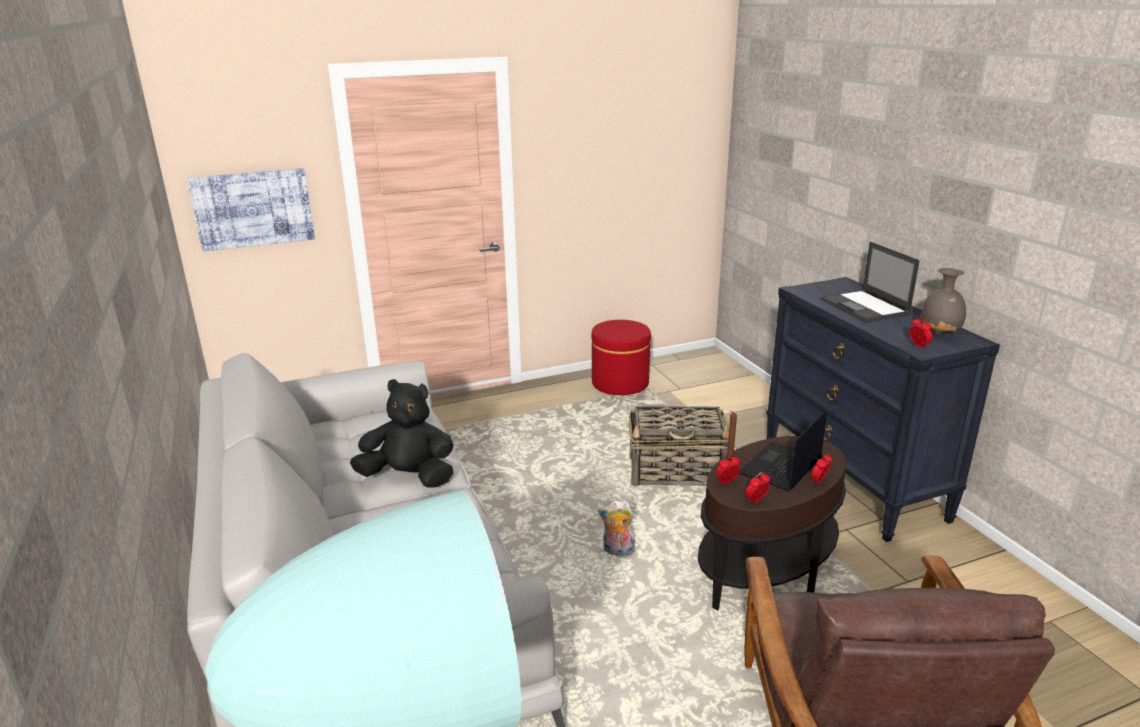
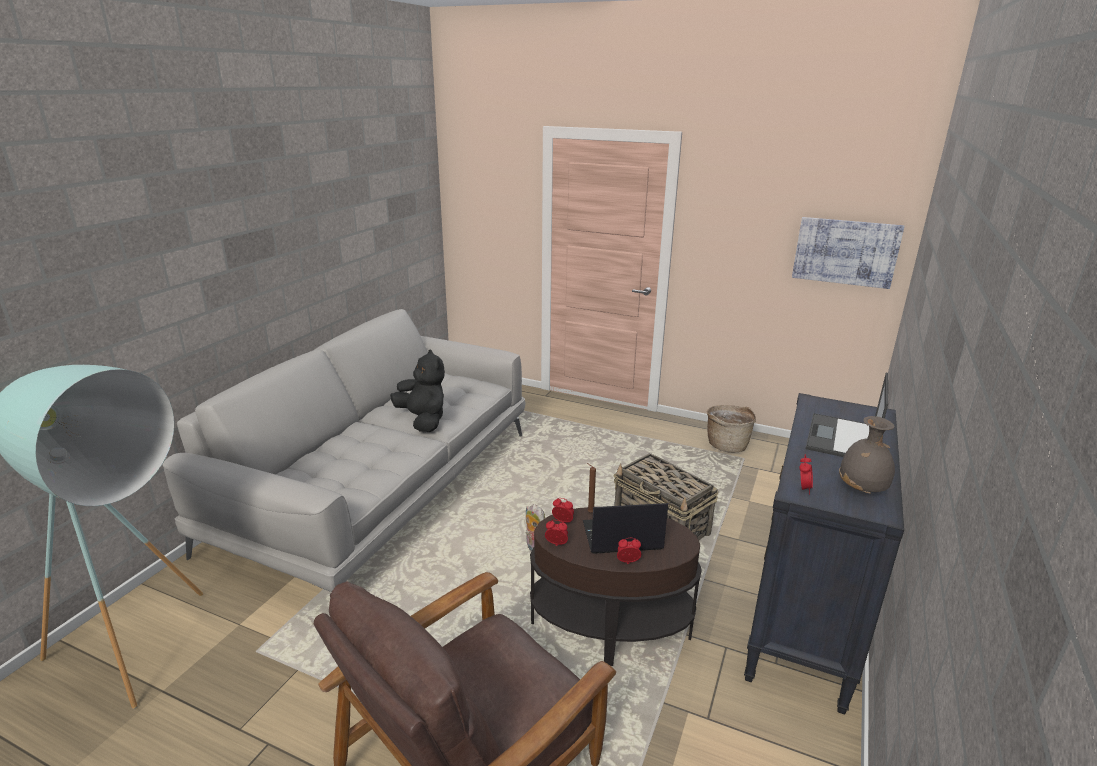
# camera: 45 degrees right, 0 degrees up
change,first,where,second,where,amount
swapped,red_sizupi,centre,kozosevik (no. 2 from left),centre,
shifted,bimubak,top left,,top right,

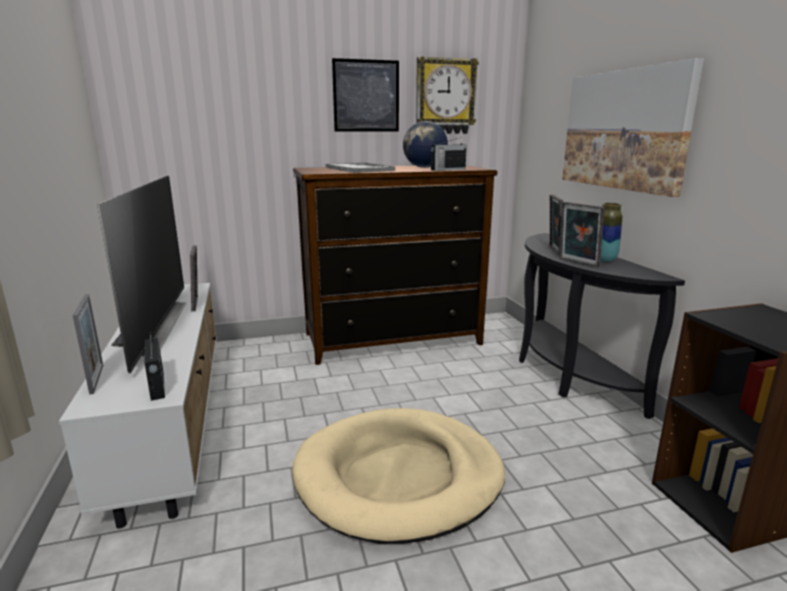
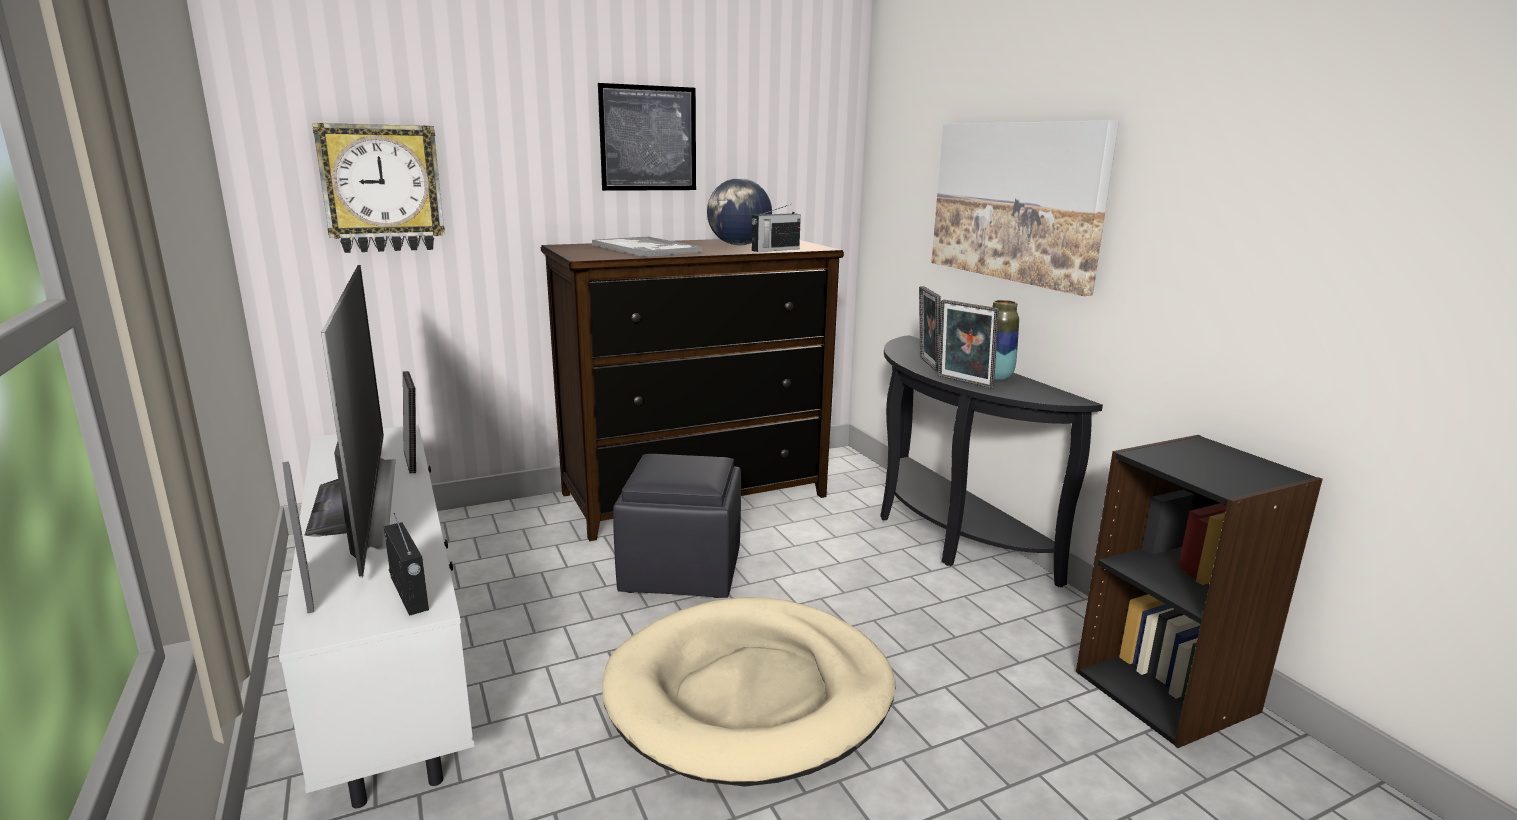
# camera: 10 degrees left, 0 degrees up
change,first,where,second,where,amount
shifted,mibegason,top centre,,top left,
new,,,black_sizupi,centre,

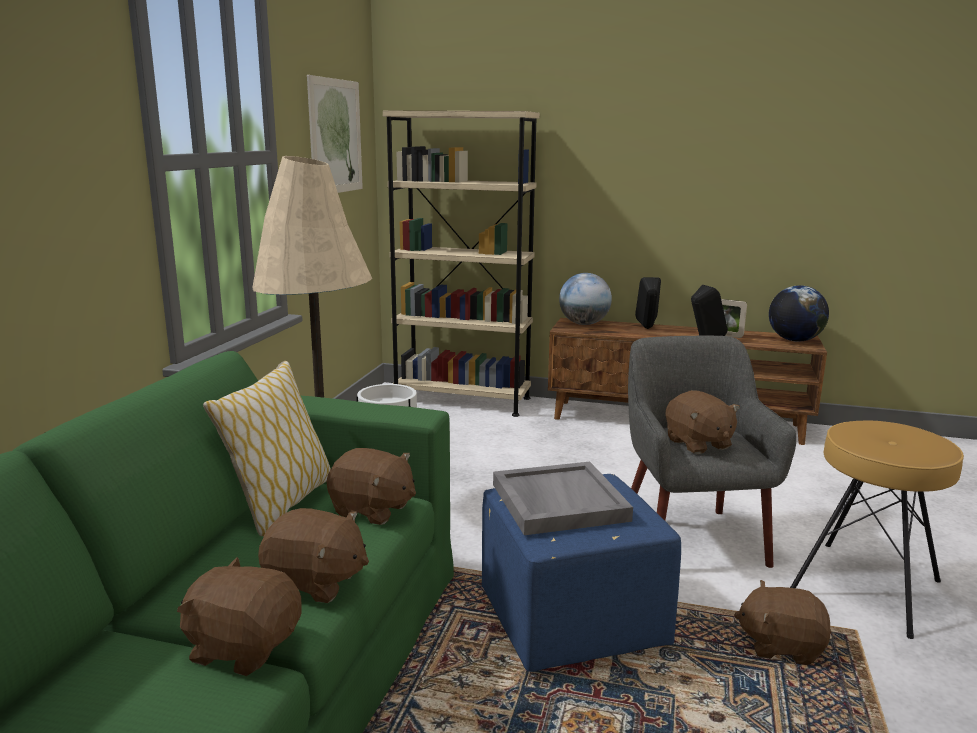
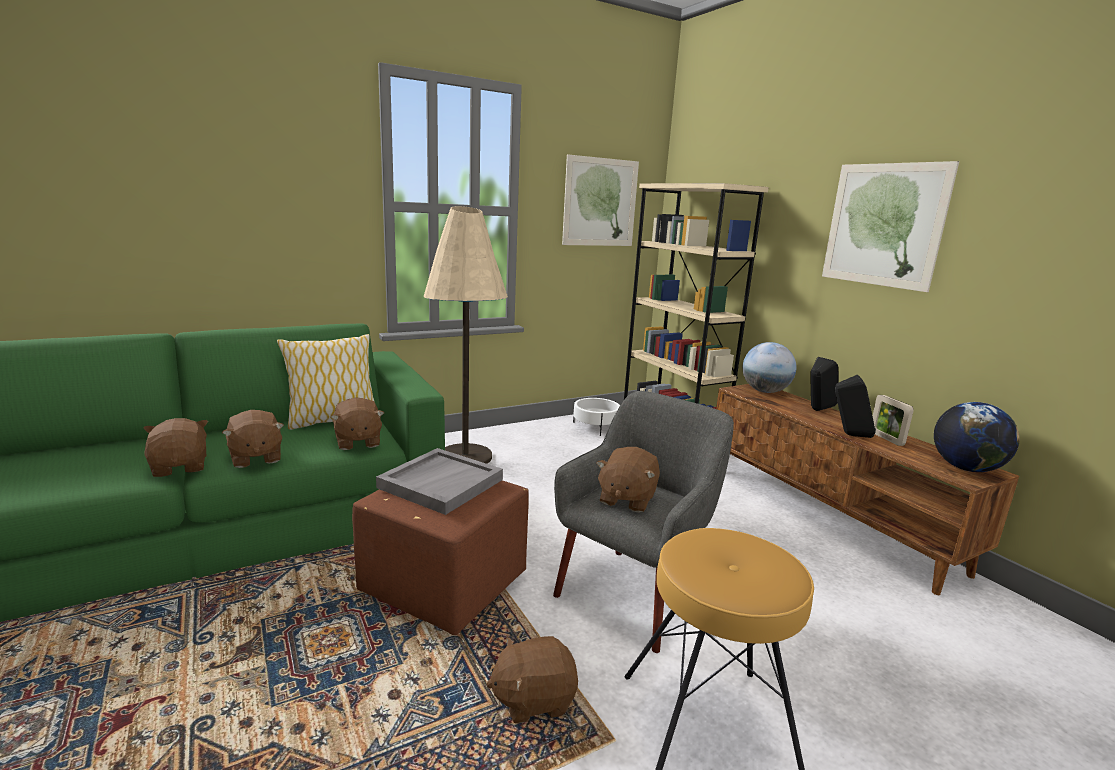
# camera: 45 degrees right, 0 degrees up
change,first,where,second,where,amount
repainted,blue_sizupi,bottom centre,brown_sizupi,bottom centre,
rotated,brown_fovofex (no. 5 from left in the first image),bottom right,brown_fovofex (no. 4 from left),bottom centre,75 degrees counterclockwise
new,,,bimubak (no. 2 from left),top right,

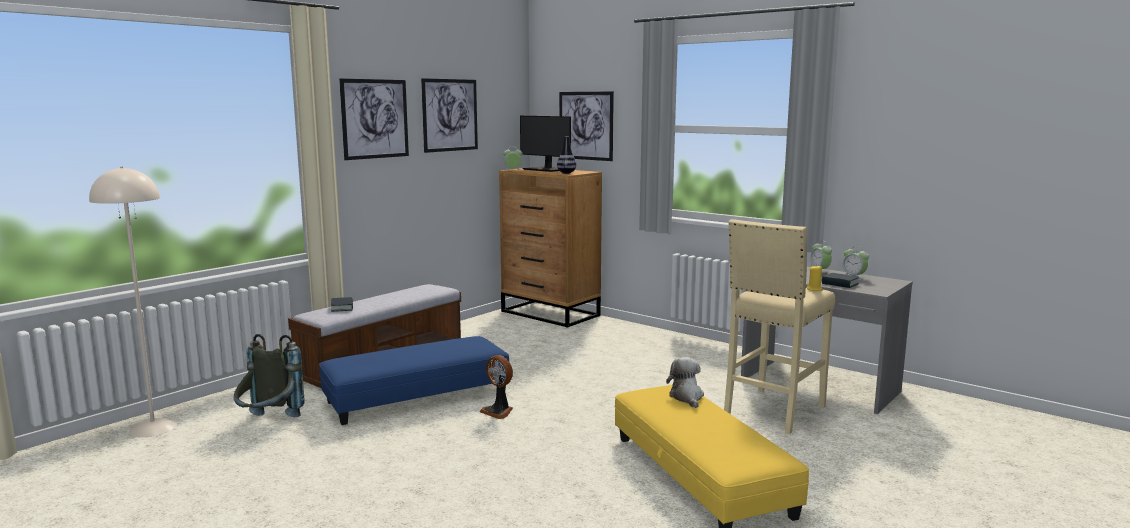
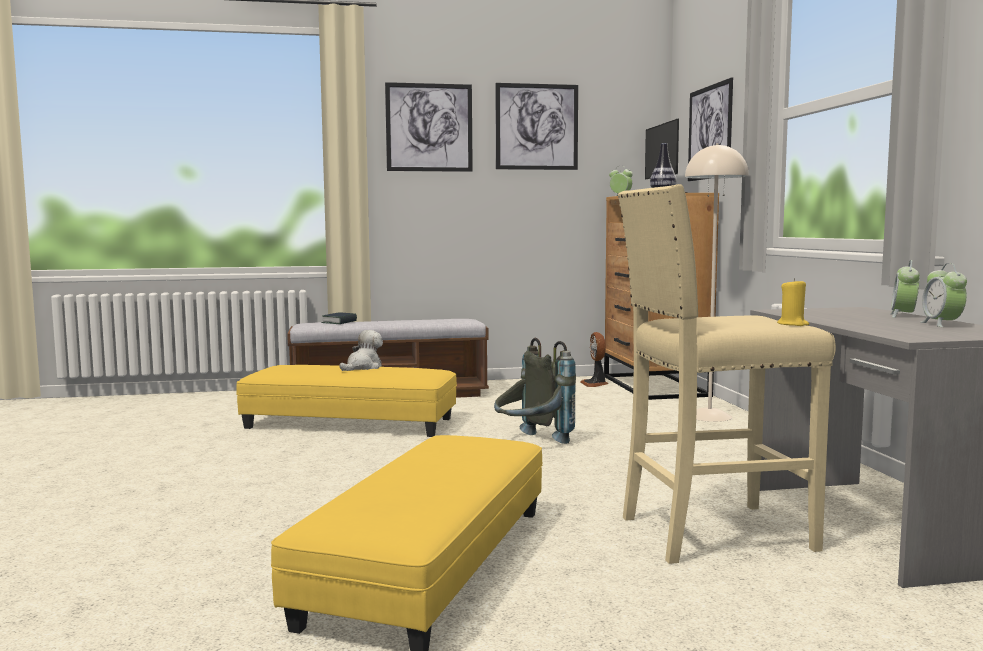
# camera: 40 degrees right, 5 degrees down
change,first,where,second,where,amount
repainted,blue_sizupi,bottom centre,yellow_sizupi (no. 1 from left),centre,
shifted,fovofex,bottom centre,,centre,
shifted,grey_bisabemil,bottom left,,centre,
shifted,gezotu,bottom centre,,centre,
shifted,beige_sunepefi,middle left,,middle right,
gone,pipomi (no. 2 from left),middle right,,,

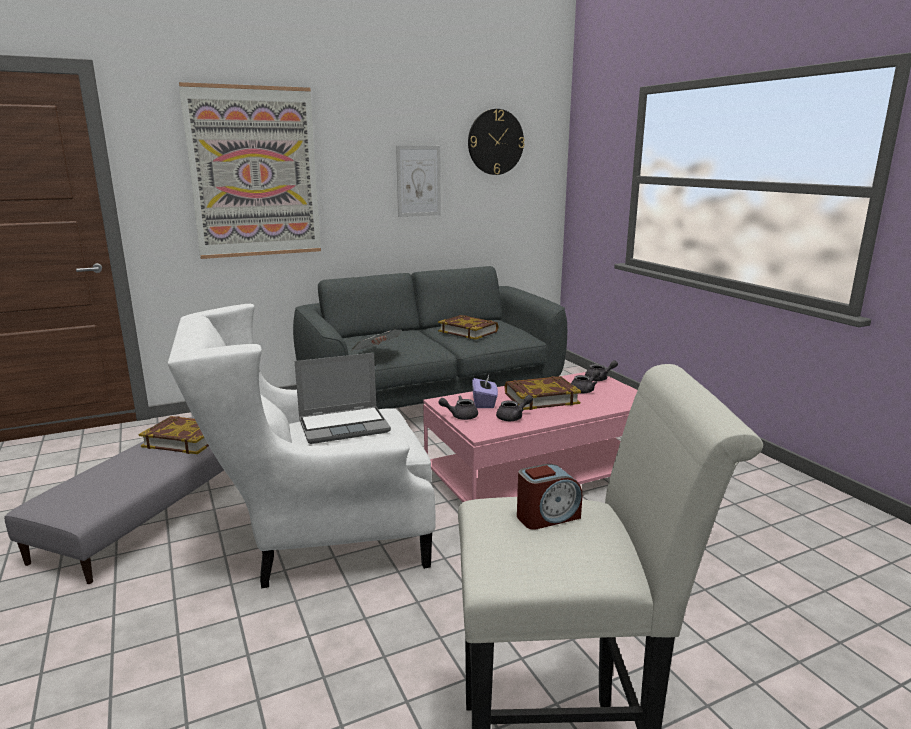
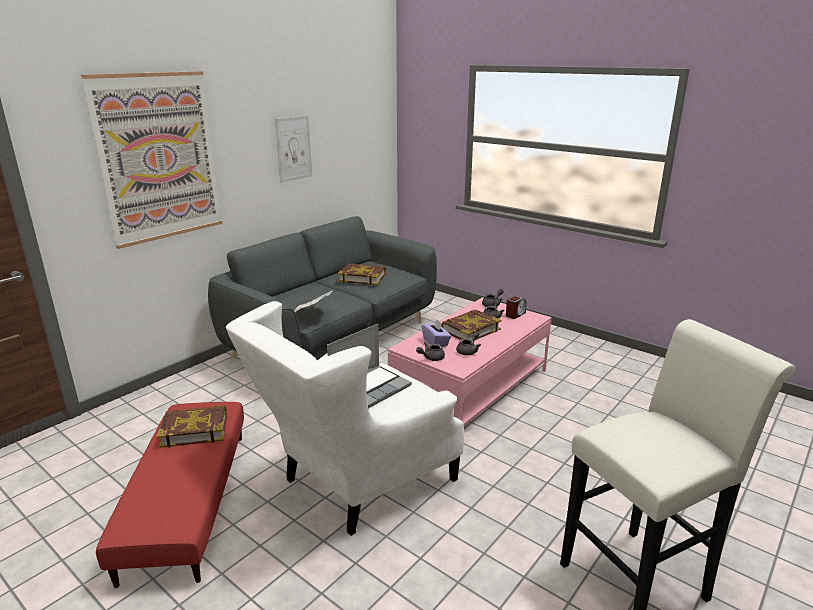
# camera: 25 degrees left, 5 degrees up
change,first,where,second,where,amount
repainted,grey_sizupi,bottom left,red_sizupi,bottom left,
shifted,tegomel,bottom centre,,centre,
gone,mibegason,top centre,,,

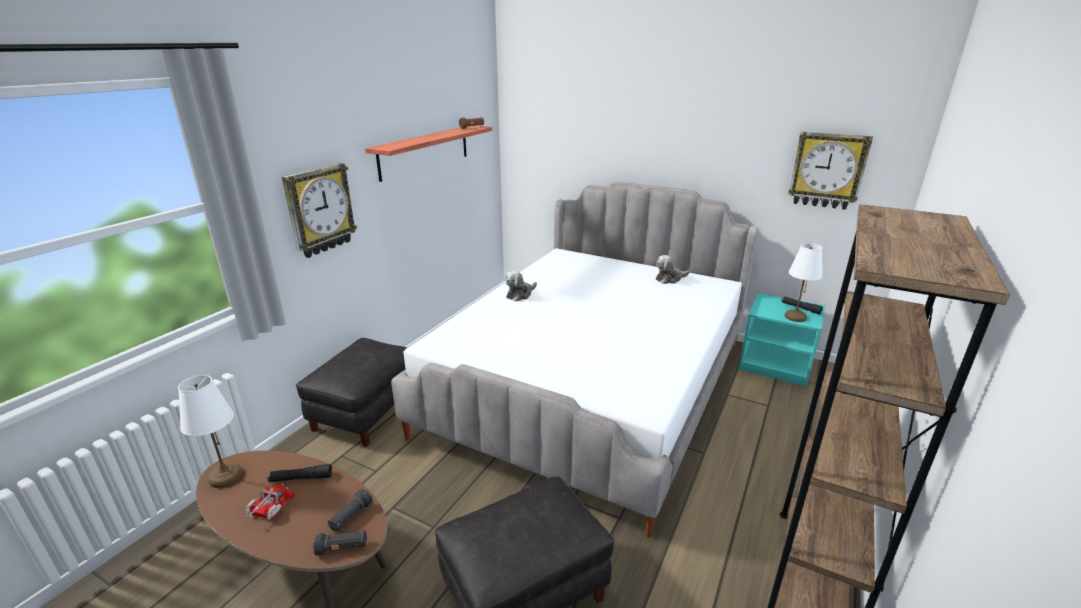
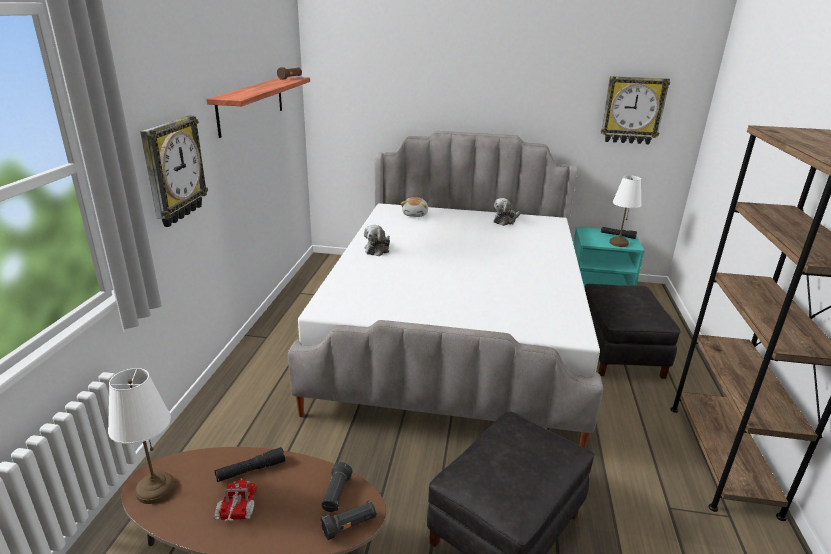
# camera: 20 degrees left, 0 degrees up
change,first,where,second,where,amount
new,,,fovofex (no. 2 from left),centre,
shifted,black_sizupi (no. 1 from left in the first image),middle left,black_sizupi (no. 2 from left),middle right,

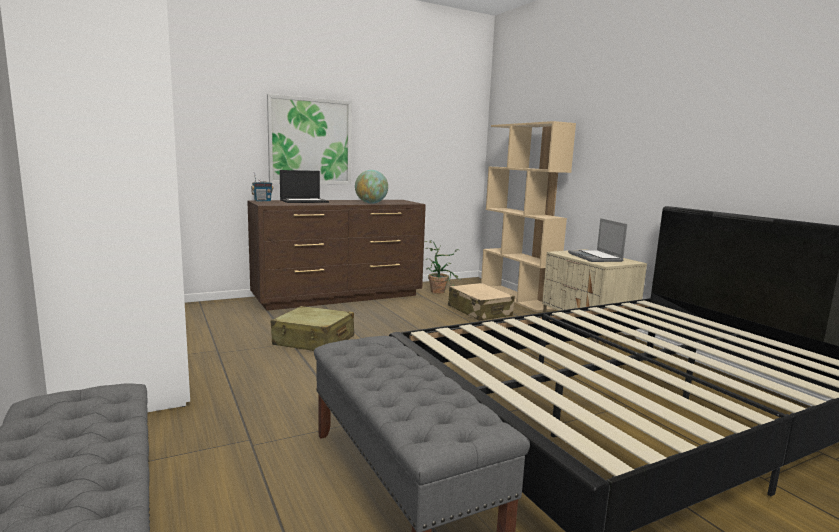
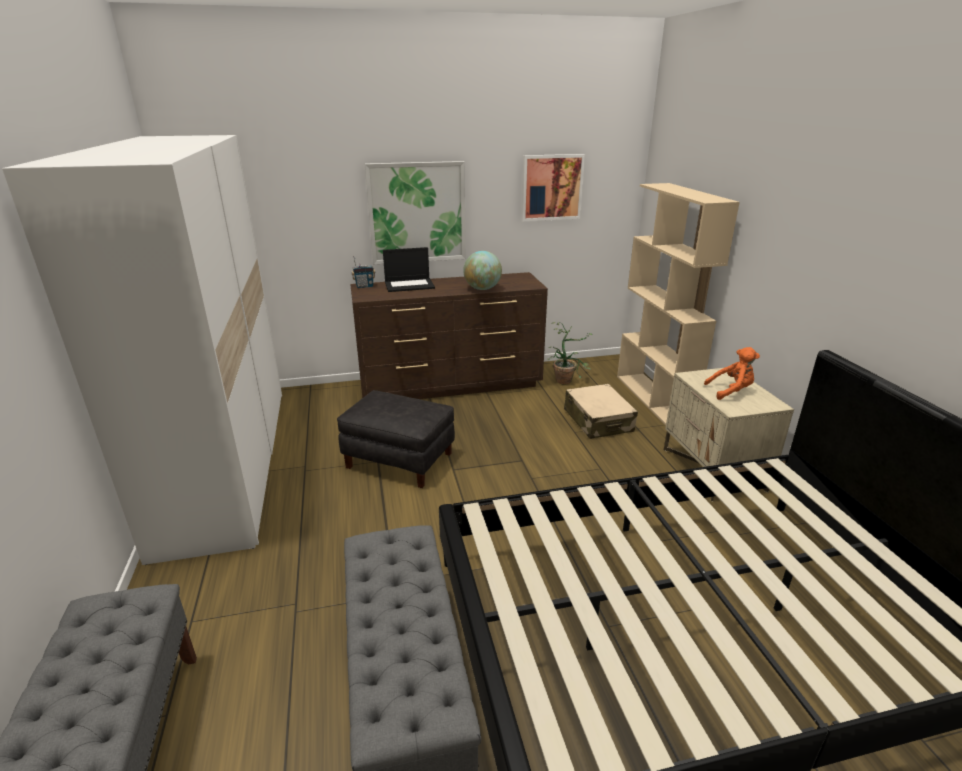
# camera: 15 degrees right, 15 degrees up
change,first,where,second,where,amount
swapped,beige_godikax (no. 1 from left),centre,black_sizupi,centre,
new,,,bimubak (no. 2 from left),top centre,
swapped,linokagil (no. 2 from left),middle right,orange_fovofex,middle right,

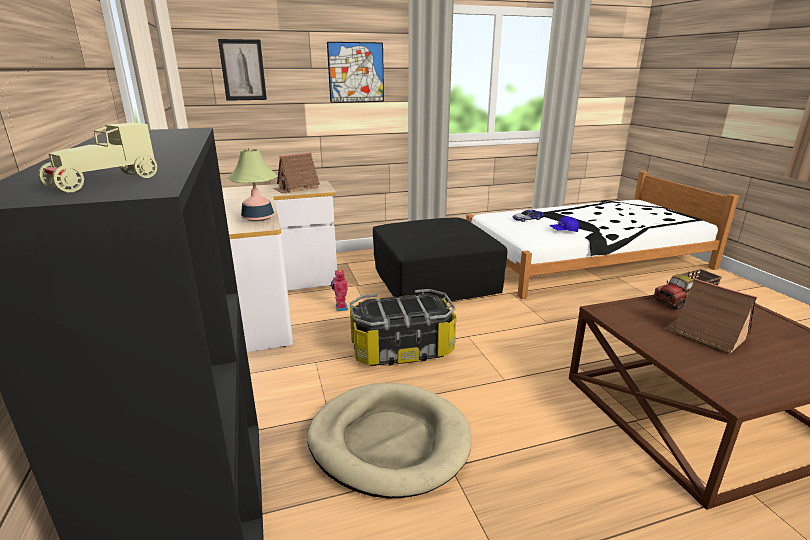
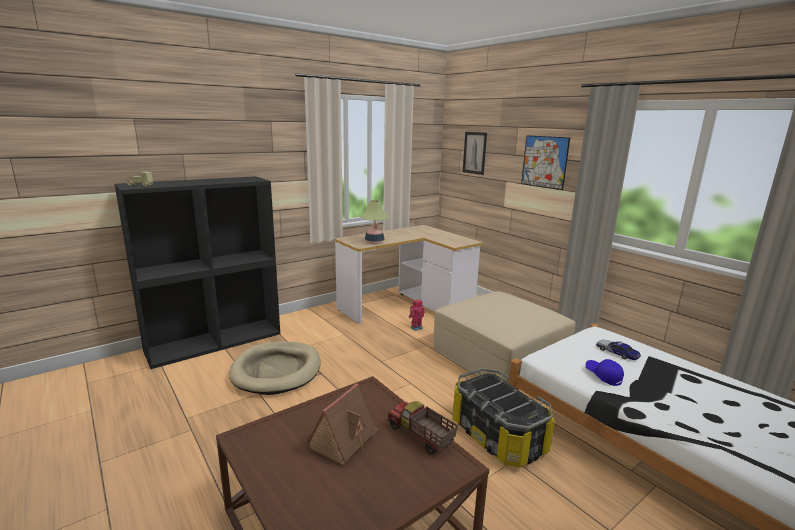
# camera: 70 degrees right, 5 degrees down
change,first,where,second,where,amount
repainted,black_sizupi,centre,beige_sizupi,centre,
shifted,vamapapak,centre,,bottom centre,
gone,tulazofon (no. 1 from left),top centre,,,

